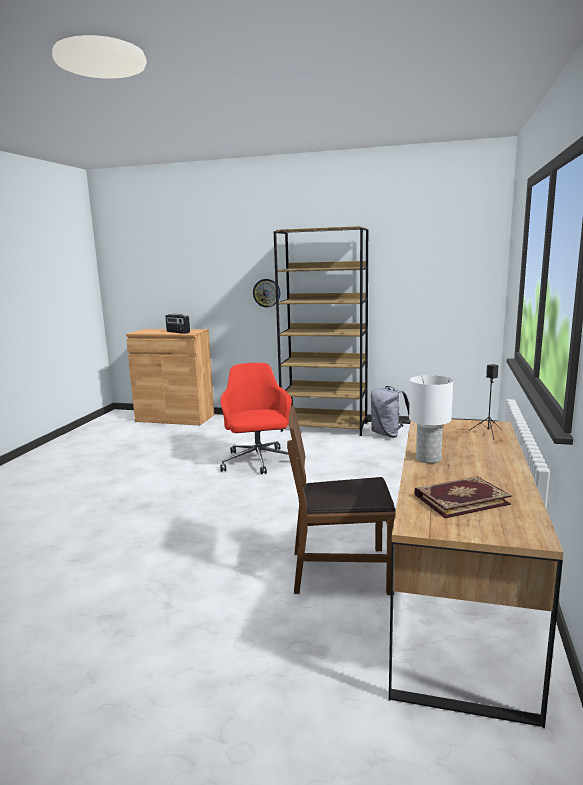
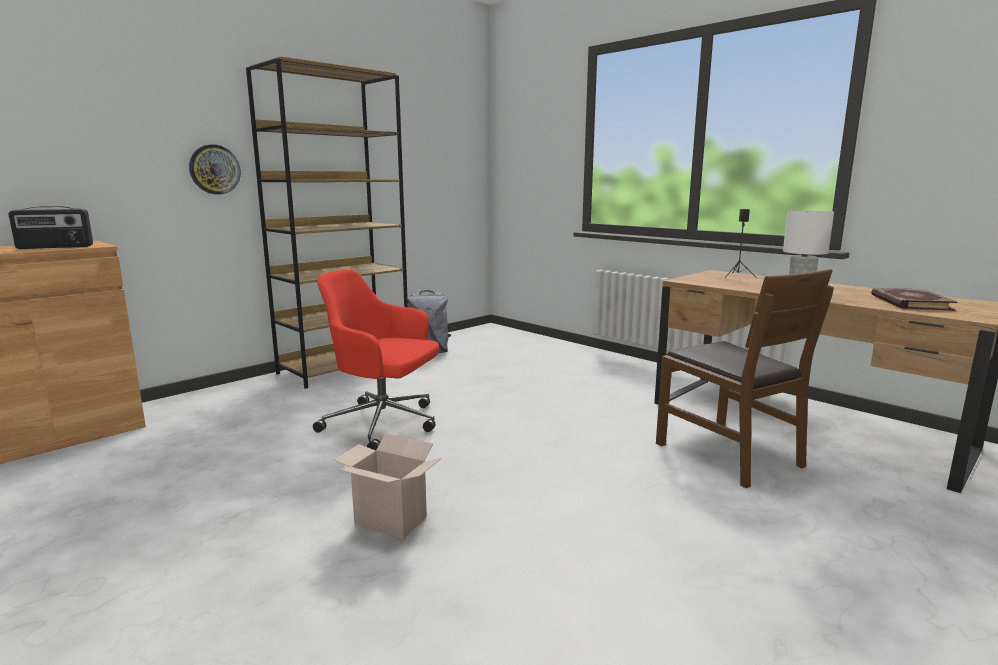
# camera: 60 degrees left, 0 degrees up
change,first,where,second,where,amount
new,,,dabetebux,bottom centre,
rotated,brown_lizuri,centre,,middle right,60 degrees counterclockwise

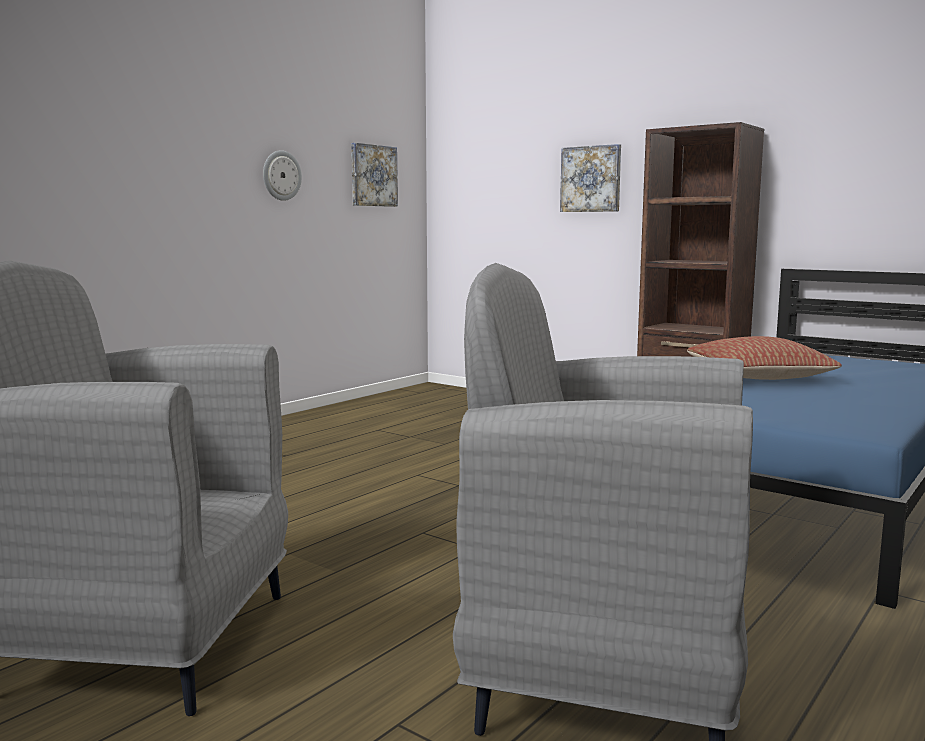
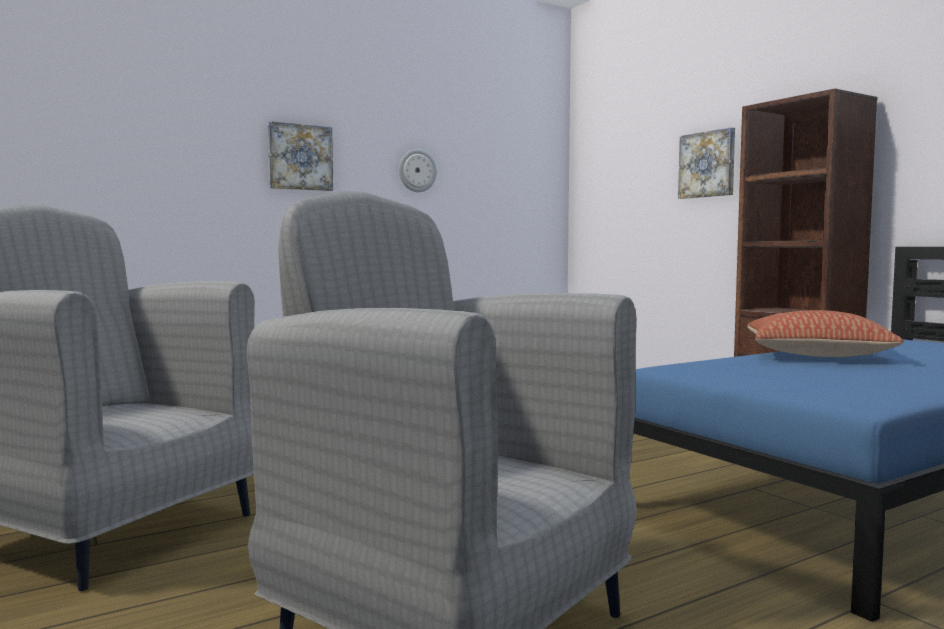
# camera: 20 degrees right, 5 degrees down
change,first,where,second,where,amount
shifted,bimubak (no. 1 from left),top centre,,top left,

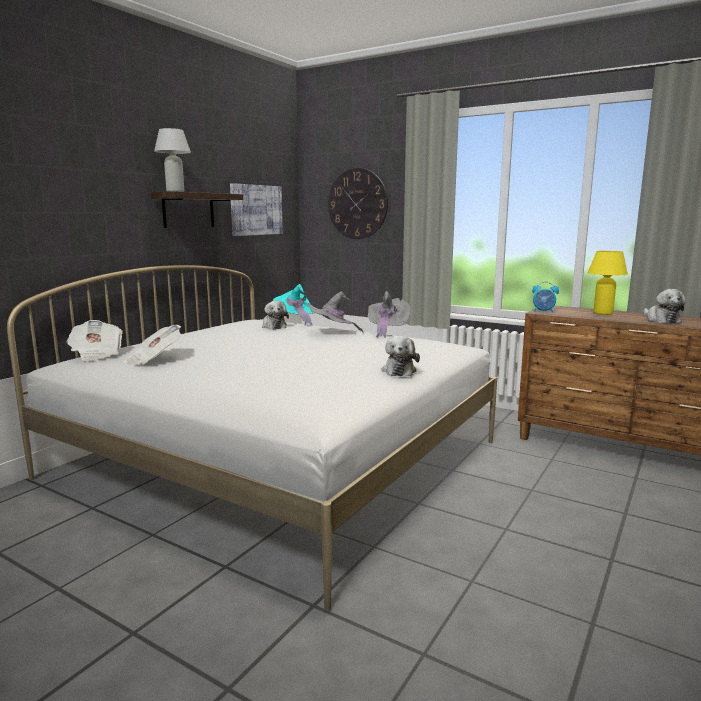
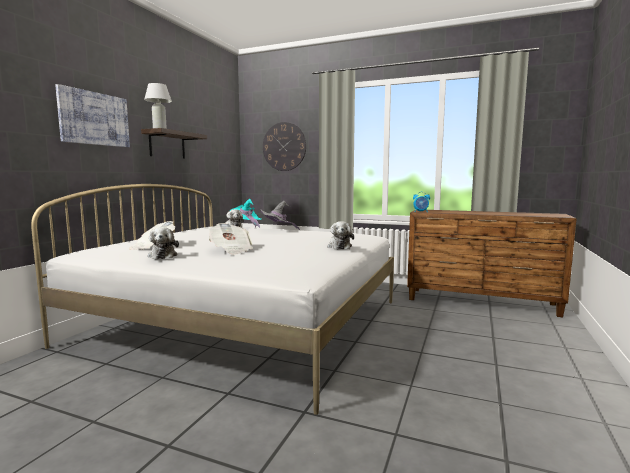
# camera: 10 degrees left, 5 degrees down
change,first,where,second,where,amount
shifted,bimubak,top centre,,top left,
shifted,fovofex (no. 3 from left in the first image),middle right,fovofex (no. 1 from left),middle left,
shifted,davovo (no. 1 from left in the first image),middle left,davovo (no. 2 from left),centre,
gone,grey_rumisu (no. 2 from left),centre,,,
gone,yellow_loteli,middle right,,,

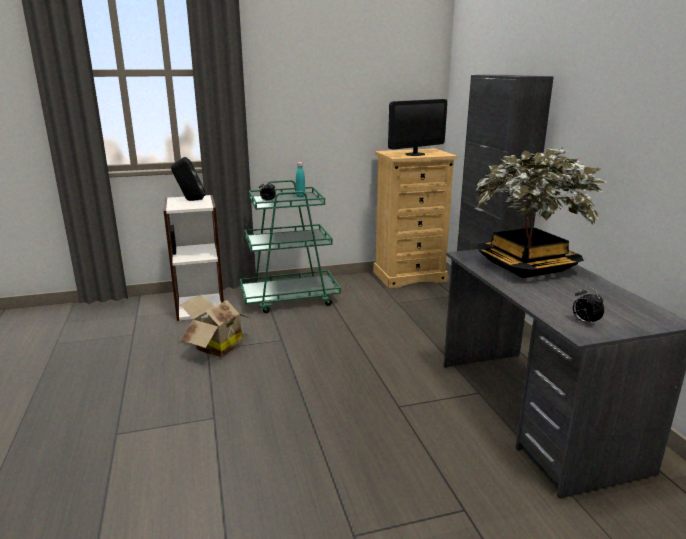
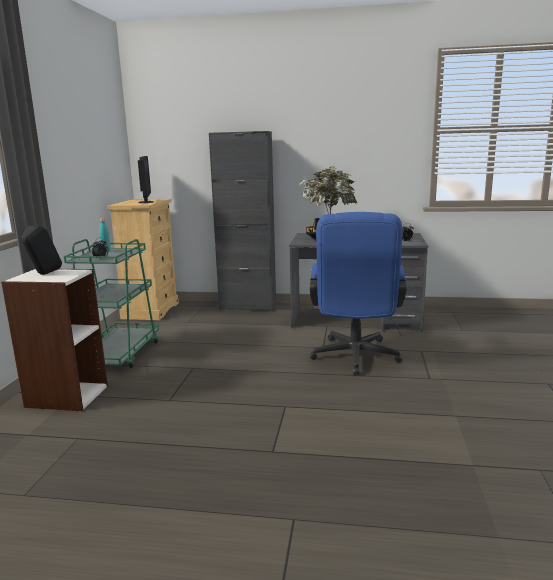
# camera: 65 degrees left, 5 degrees down
change,first,where,second,where,amount
new,,,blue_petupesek,centre,
gone,dabetebux,middle left,,,

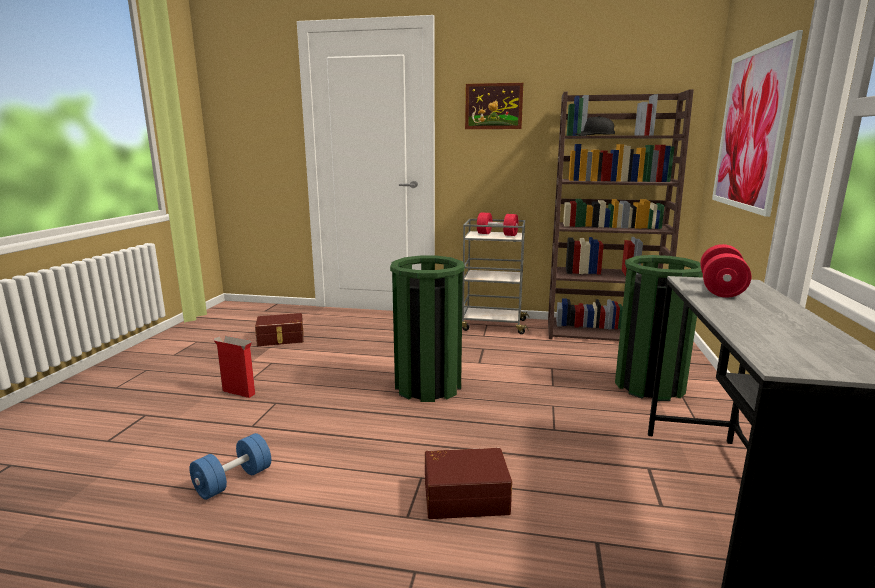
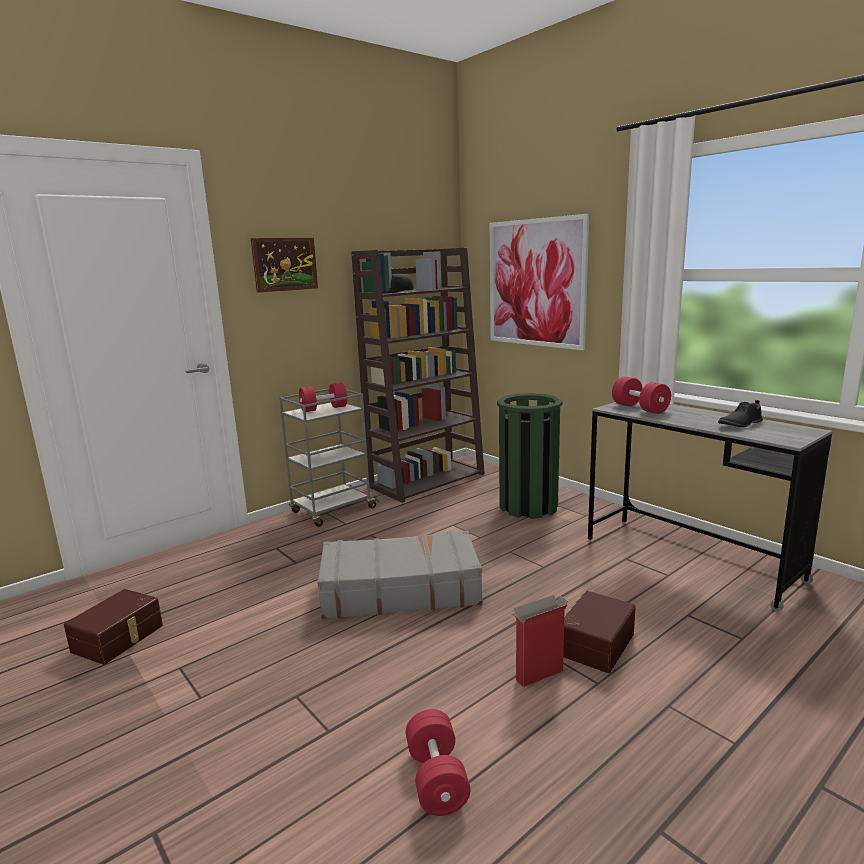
# camera: 50 degrees left, 0 degrees up
change,first,where,second,where,amount
swapped,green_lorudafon (no. 1 from left),centre,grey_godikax,centre,
repainted,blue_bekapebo,bottom left,red_bekapebo (no. 2 from left),bottom centre,
shifted,dabetebux,middle left,,bottom centre,
new,,,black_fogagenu,middle right,

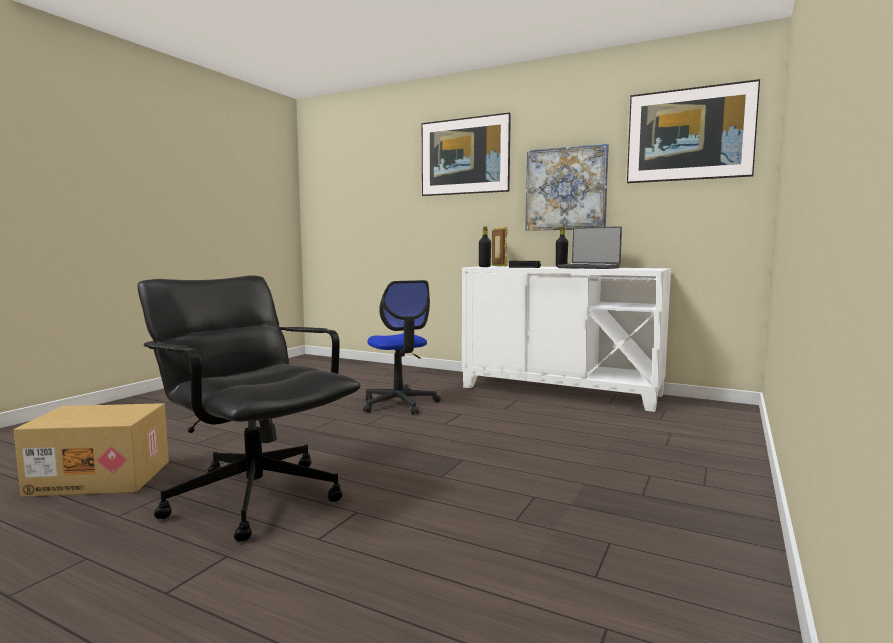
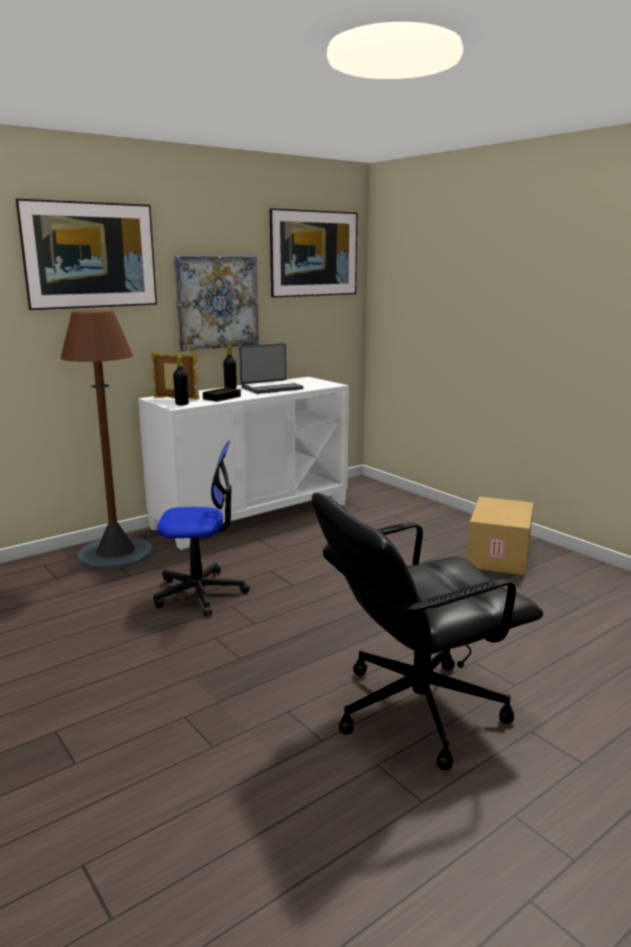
# camera: 65 degrees left, 10 degrees up
change,first,where,second,where,amount
new,,,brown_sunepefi,middle left,
shifted,dabetebux,bottom left,,middle right,

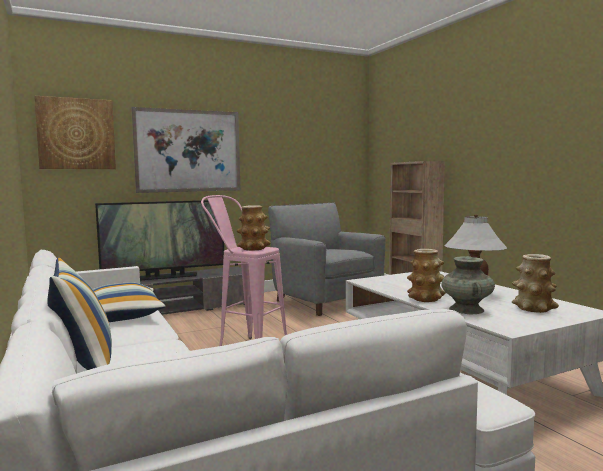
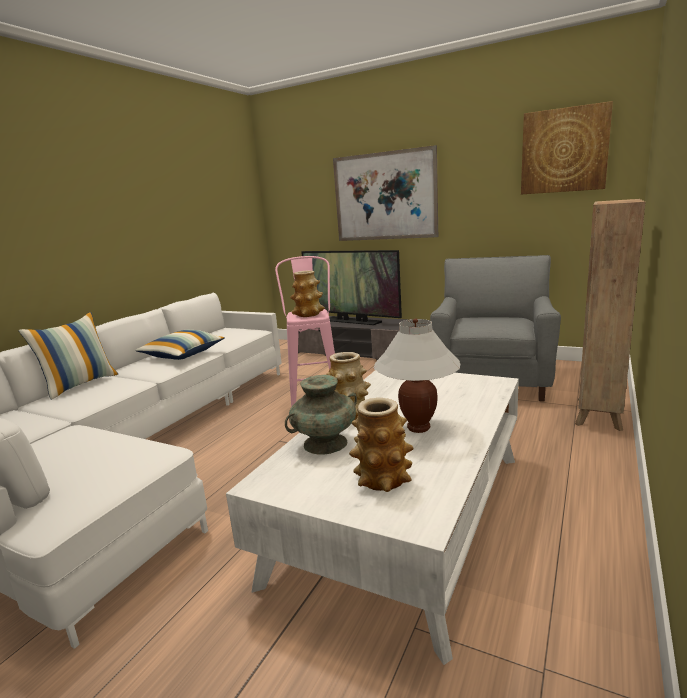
# camera: 55 degrees right, 10 degrees up
change,first,where,second,where,amount
shifted,bimubak (no. 1 from left in the first image),top left,bimubak (no. 2 from left),top right,

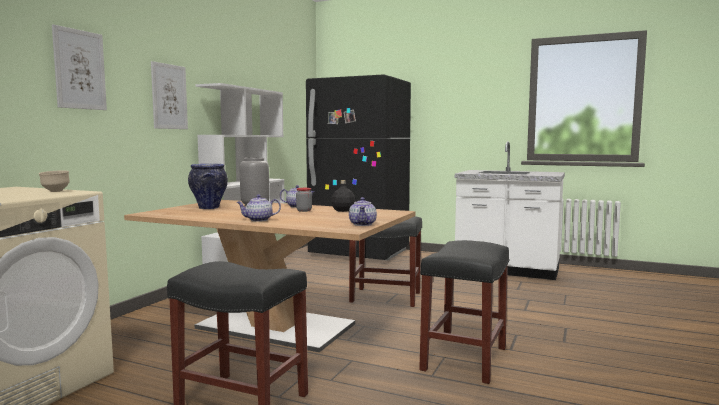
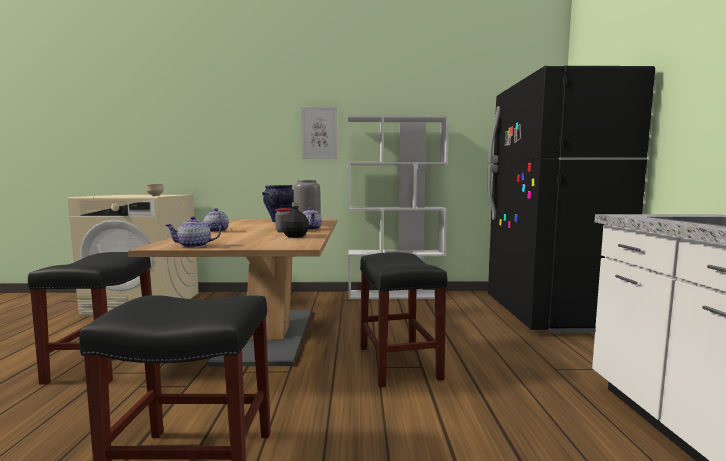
# camera: 65 degrees right, 0 degrees up
change,first,where,second,where,amount
gone,bimubak (no. 1 from left),top left,,,

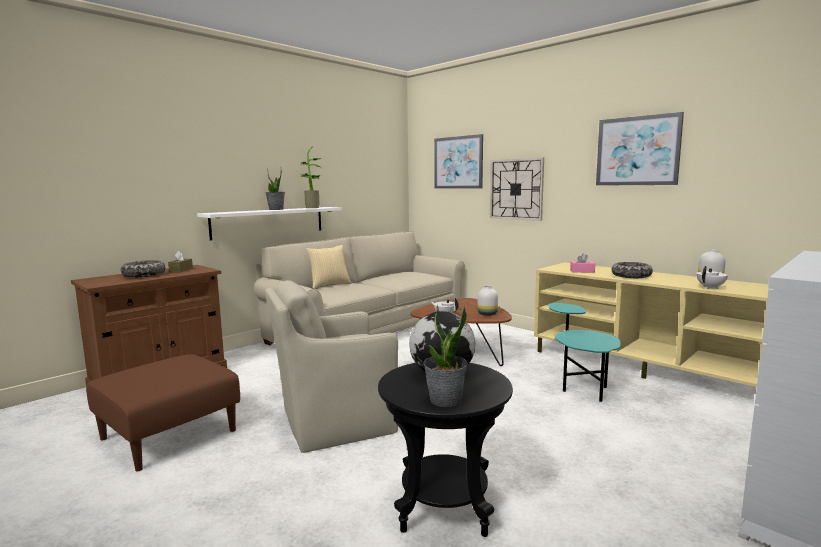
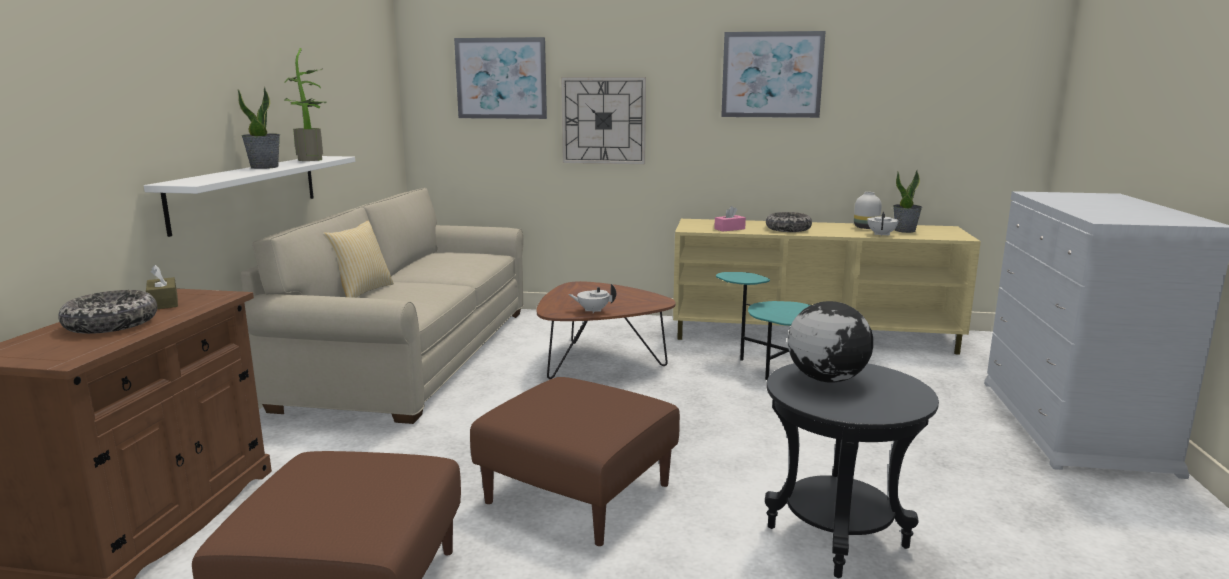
# camera: 35 degrees left, 5 degrees up
change,first,where,second,where,amount
swapped,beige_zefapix,bottom centre,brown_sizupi (no. 2 from left),bottom centre,
shifted,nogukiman (no. 3 from left),centre,,middle right,
gone,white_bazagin (no. 1 from left),centre,,,

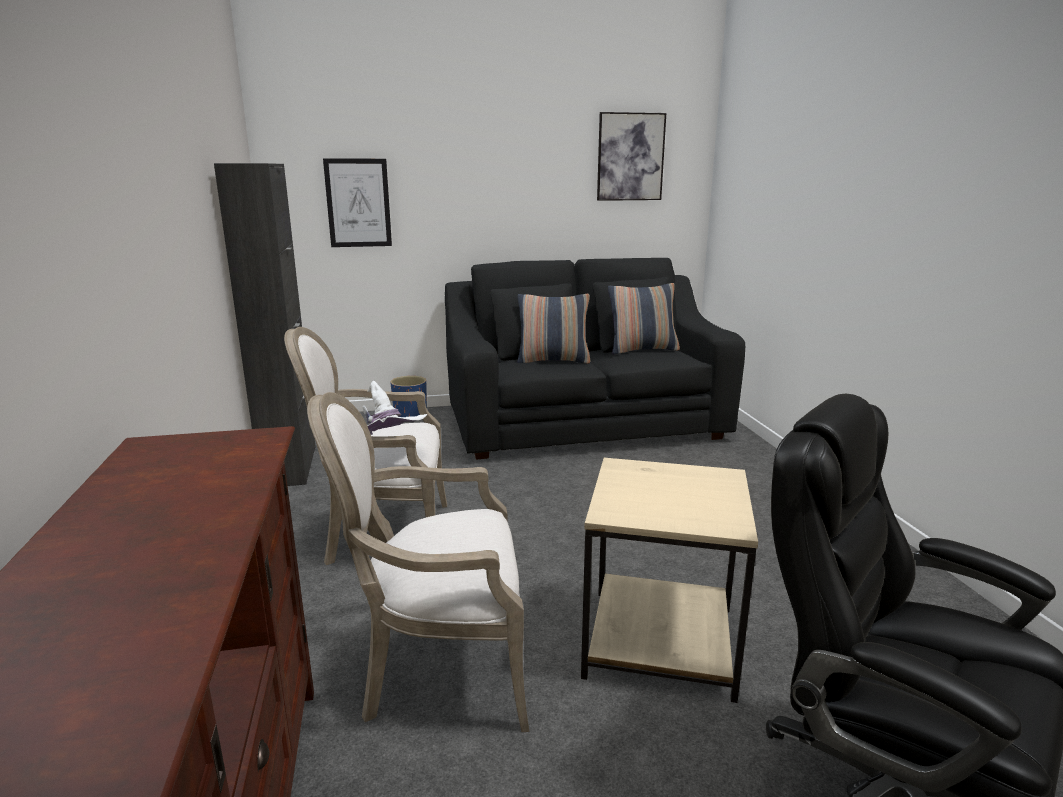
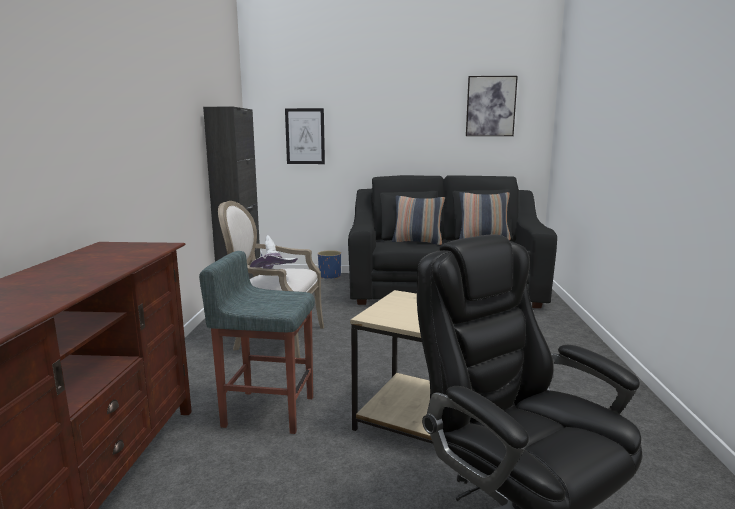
# camera: 15 degrees right, 5 degrees down
change,first,where,second,where,amount
swapped,zefapix (no. 2 from left),bottom centre,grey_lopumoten,bottom centre,

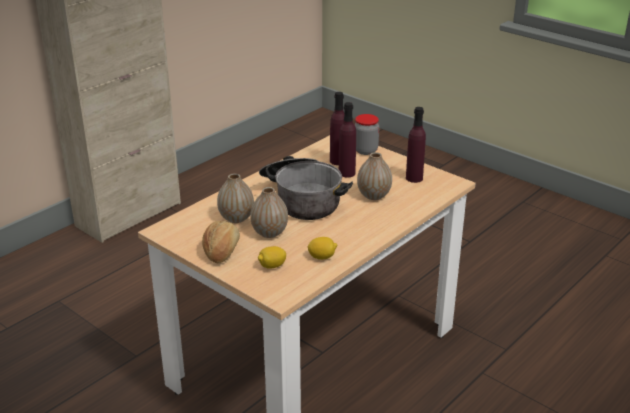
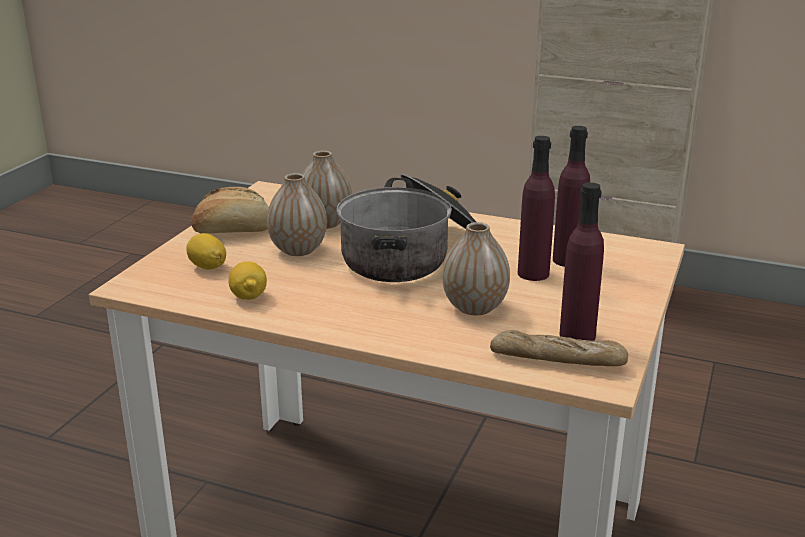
# camera: 70 degrees right, 5 degrees down
change,first,where,second,where,amount
new,,,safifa (no. 2 from left),middle right,
gone,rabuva,top centre,,,

